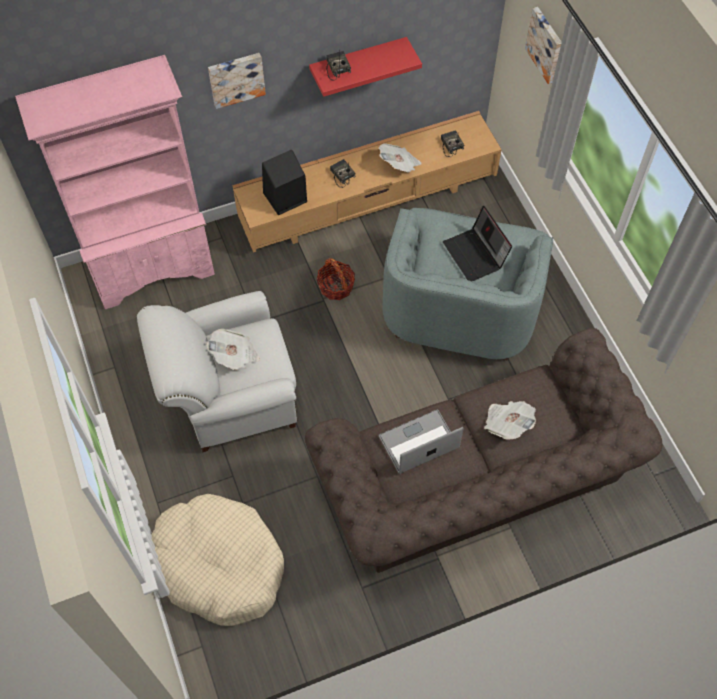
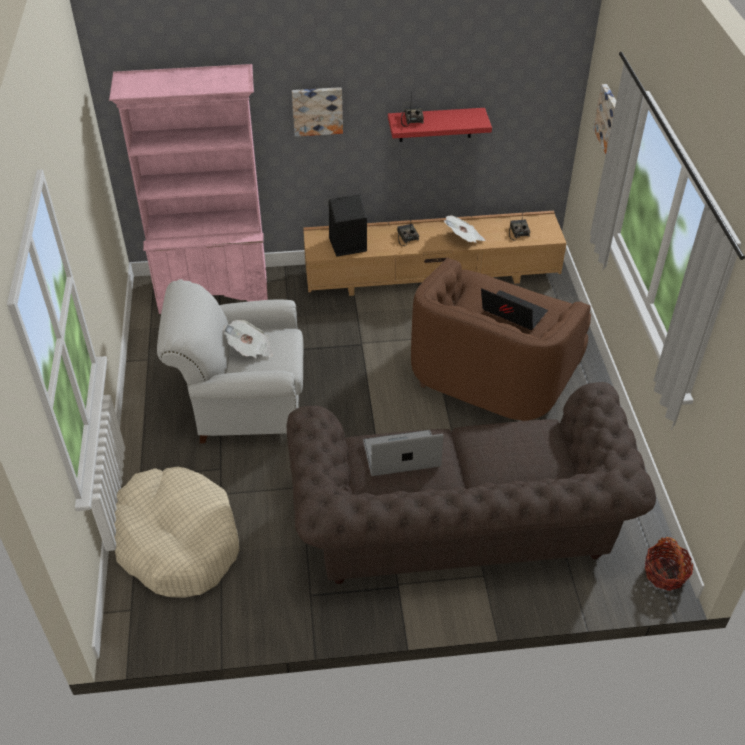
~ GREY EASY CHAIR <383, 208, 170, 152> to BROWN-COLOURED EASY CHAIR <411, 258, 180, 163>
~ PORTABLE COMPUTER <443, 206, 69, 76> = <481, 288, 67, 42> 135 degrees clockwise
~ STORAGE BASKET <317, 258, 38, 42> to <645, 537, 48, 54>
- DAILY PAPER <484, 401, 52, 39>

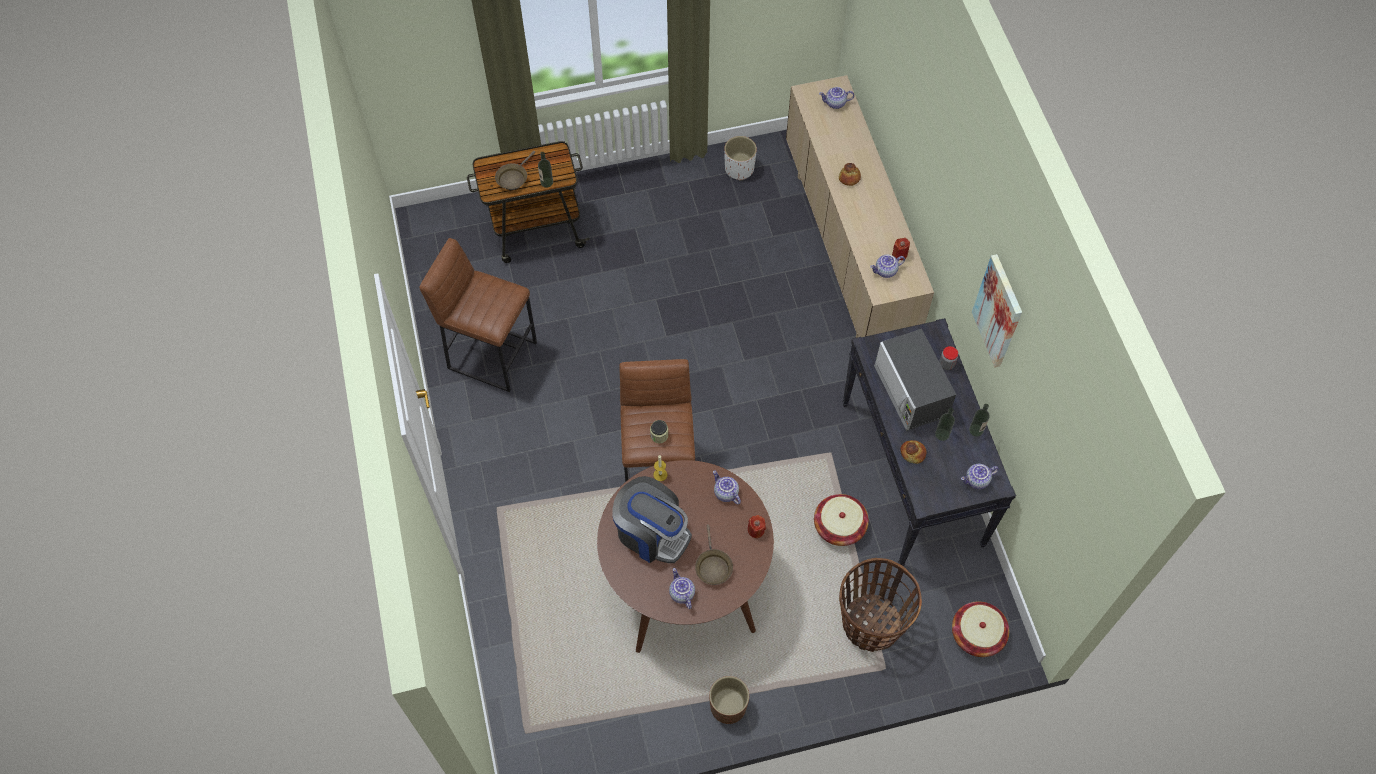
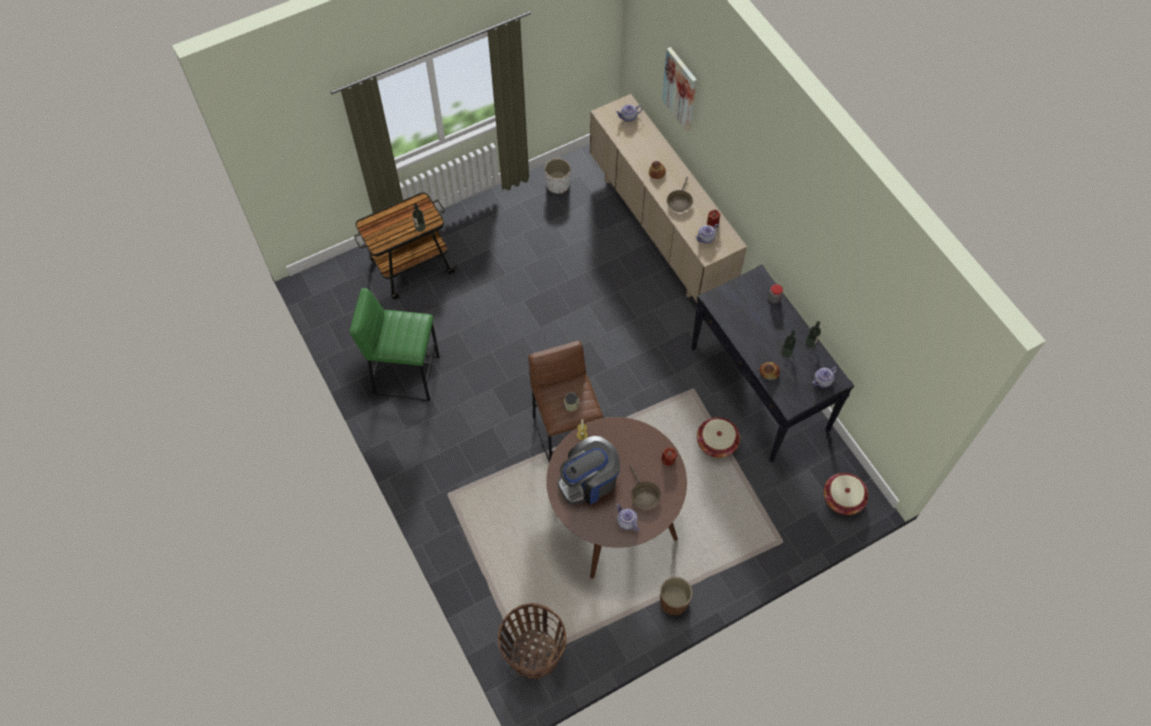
~ BROWN-COLOURED SITTING STOOL <419, 238, 118, 154> to GREEN-COLOURED SITTING STOOL <350, 288, 89, 113>
~ STORAGE BASKET <839, 558, 83, 94> to <498, 603, 68, 76>
~ COFFEE MAKER <612, 476, 80, 87> = <557, 436, 63, 69> 135 degrees clockwise
~ WALL ART <972, 254, 50, 114> to <662, 47, 35, 85>
~ BROWN-COLOURED PAN <495, 151, 40, 39> to <667, 177, 26, 35>
- TEA POT <713, 470, 28, 34>
- KITCHEN MICROWAVE <874, 329, 82, 102>

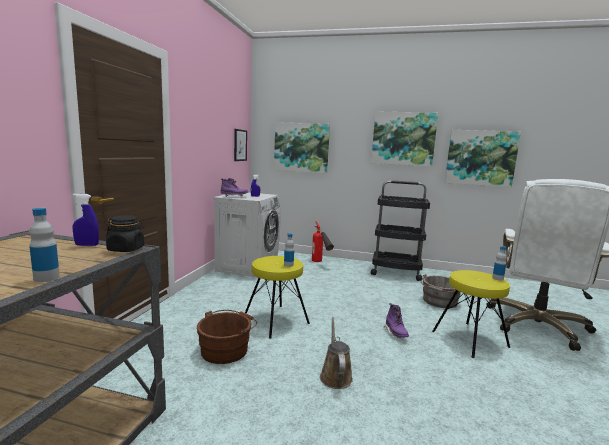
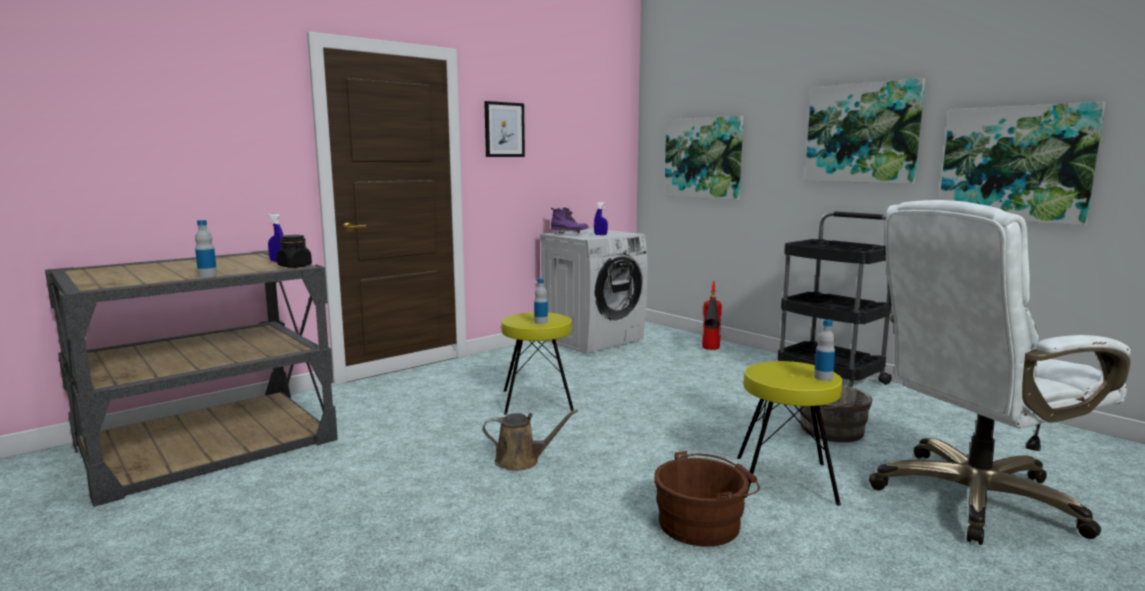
~ BROWN-COLOURED WATERING POT <320, 317, 33, 72> = <483, 409, 95, 62> 60 degrees clockwise
~ WALL ART <234, 129, 13, 32> to <484, 101, 41, 56>
~ BROWN-COLOURED PAIL <197, 310, 60, 54> to <654, 451, 106, 96>
- PURPLISH TALL BOOT <384, 303, 25, 35>

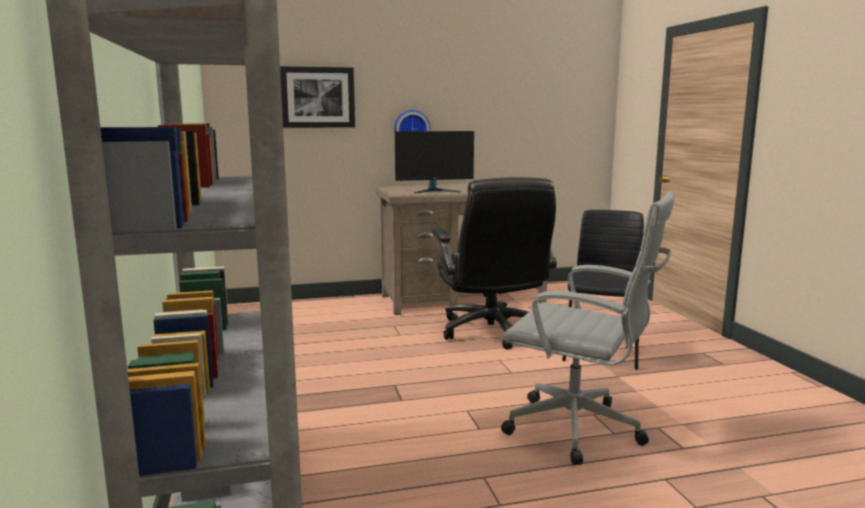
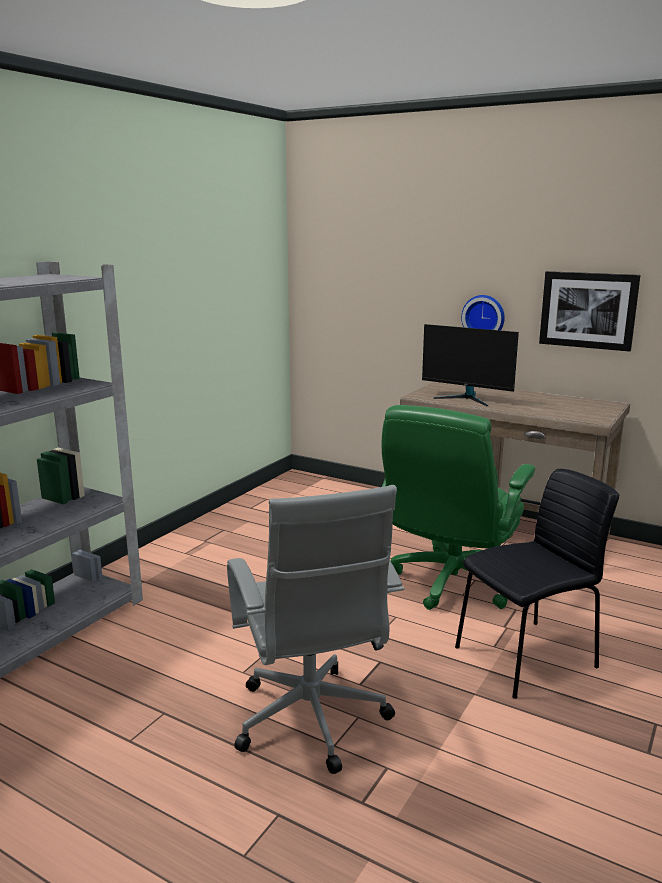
~ BLACKISH DESK CHAIR <432, 177, 125, 173> to GREEN-COLOURED DESK CHAIR <382, 405, 153, 205>
~ WALL ART <280, 66, 75, 62> to <539, 271, 102, 81>

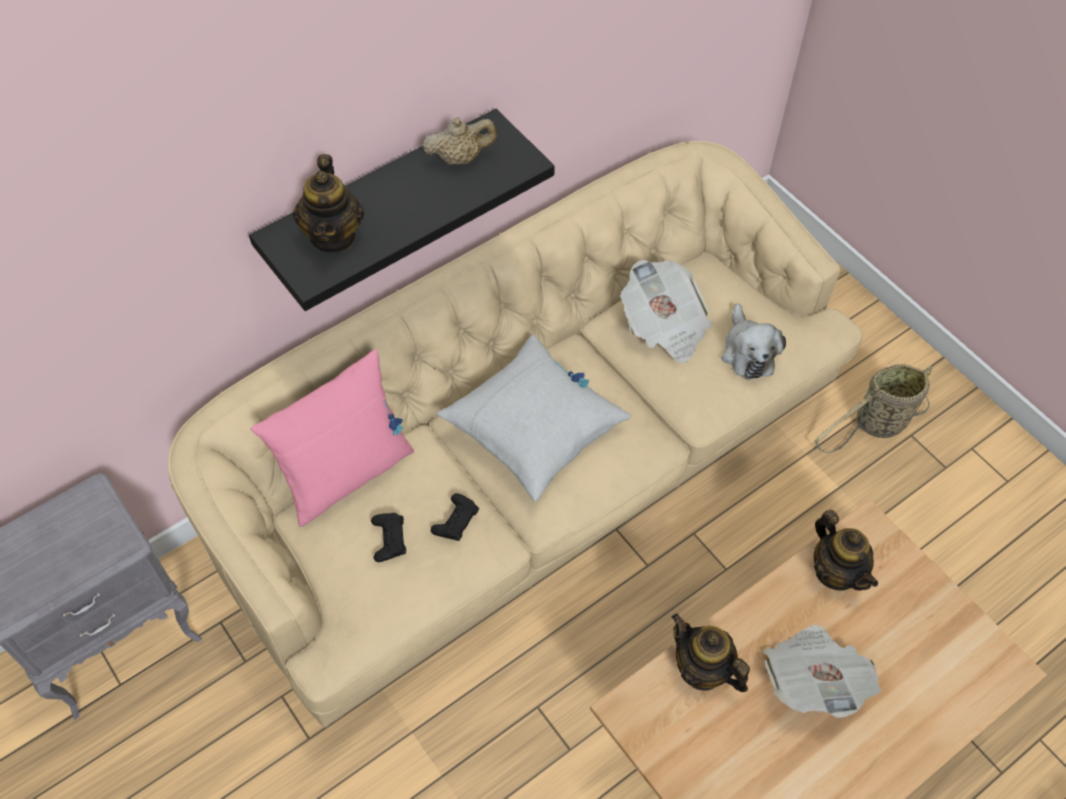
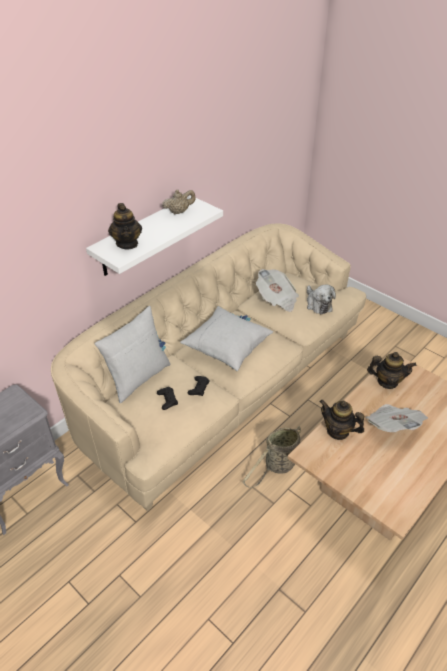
~ BLACKISH WALL SHELF <249, 109, 306, 202> to WHITISH WALL SHELF <86, 195, 137, 81>
~ PINK PILLOW <251, 349, 163, 178> to GREY PILLOW <95, 306, 75, 97>
~ STORAGE BASKET <814, 364, 118, 89> to <242, 426, 59, 62>
~ TEA POT <813, 510, 65, 81> = <367, 352, 50, 37> 45 degrees counterclockwise

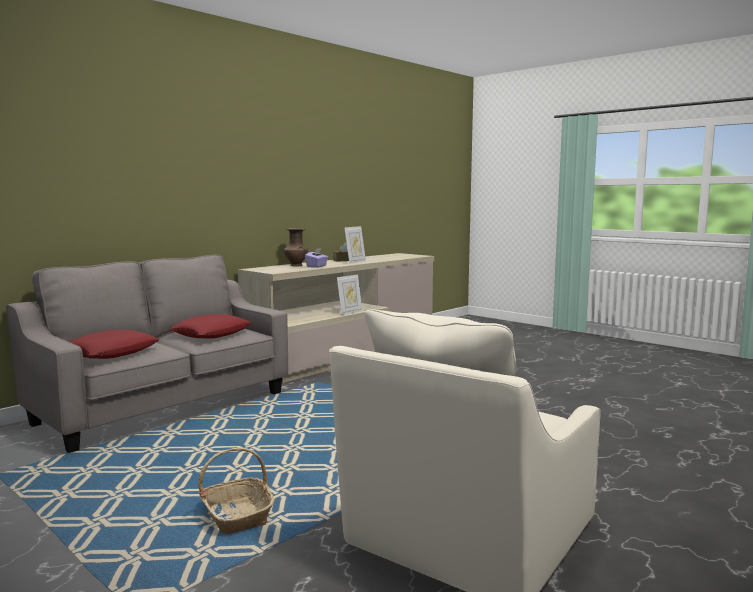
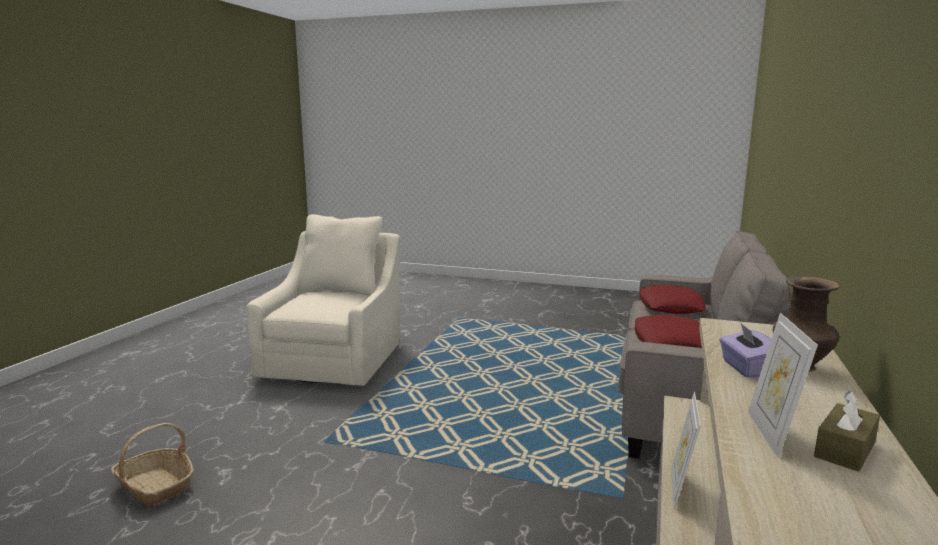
~ STORAGE BASKET <198, 448, 76, 86> to <111, 423, 83, 83>

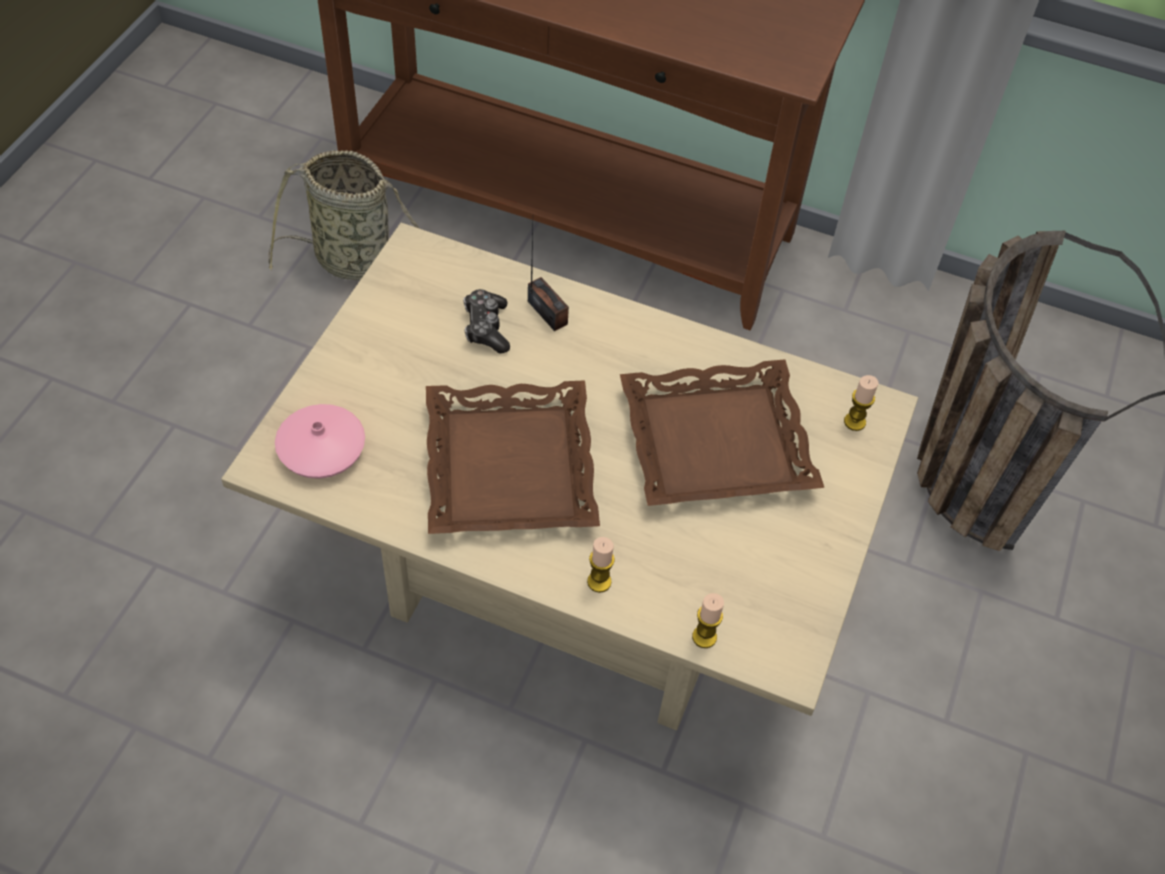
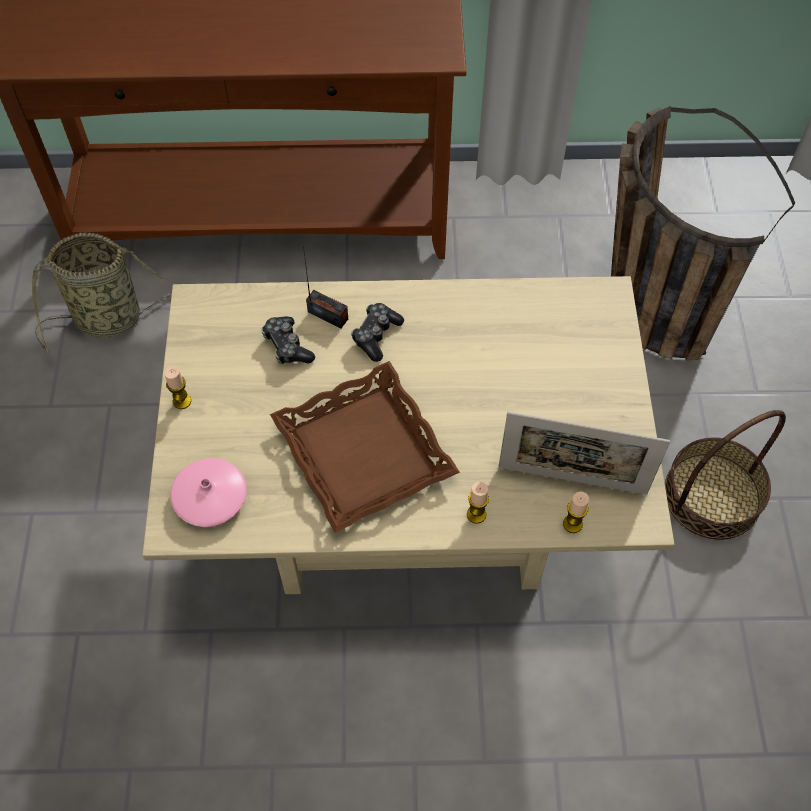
~ WAX LIGHT <844, 375, 34, 56> to <164, 366, 27, 43>
+ GAME CONTROLLER <351, 303, 53, 59>
+ STANDING FRAME <498, 411, 172, 84>
+ STORAGE BASKET <665, 410, 121, 130>
- BROWN-COLOURED SERVING TRAY <620, 359, 204, 147>

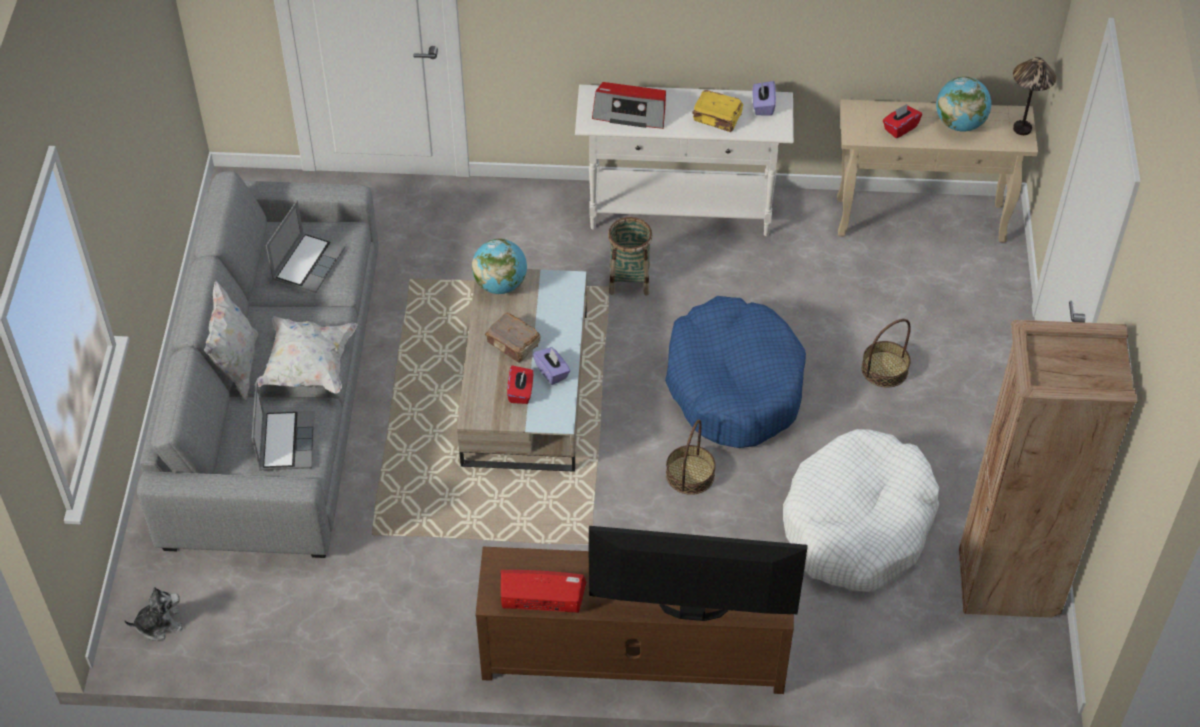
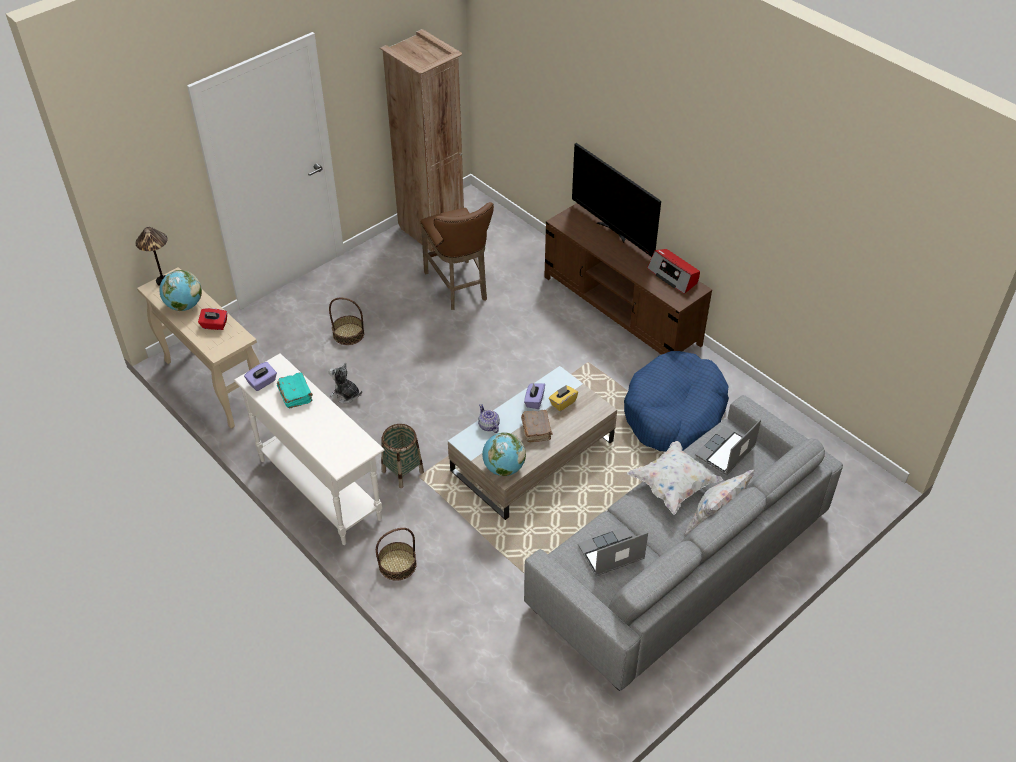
~ YELLOWISH VOLUME <692, 90, 51, 42> to TURQUOISE-COLOURED VOLUME <277, 372, 36, 36>
~ PLUSH TOY <124, 587, 59, 53> to <329, 363, 33, 41>
~ STORAGE BASKET <666, 419, 50, 76> to <376, 528, 41, 53>
~ WHITISH DOG CUSHION <783, 429, 156, 163> to BROWN-COLOURED SITTING STOOL <420, 202, 74, 108>
+ TEA POT <478, 404, 22, 29>
~ RED BOX OF TISSUES <507, 365, 26, 39> to YELLOWISH BOX OF TISSUES <549, 386, 29, 25>
~ BLUISH DOG CUSHION <665, 296, 141, 152> to <624, 351, 105, 101>
- RADIO RECEIVER <592, 82, 74, 47>

